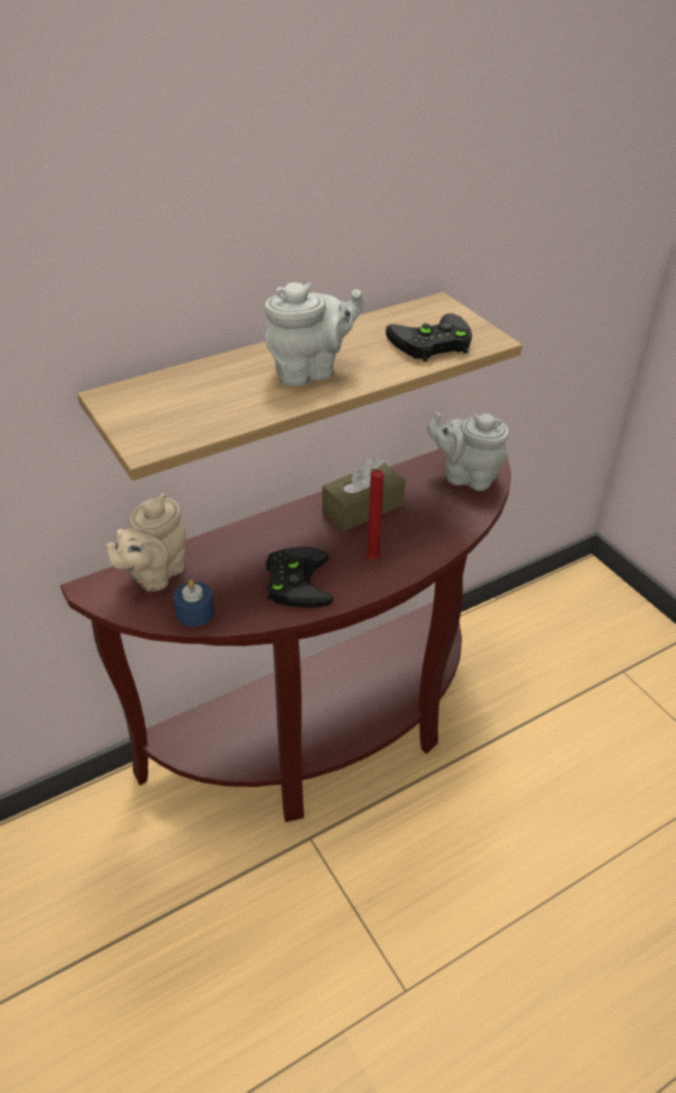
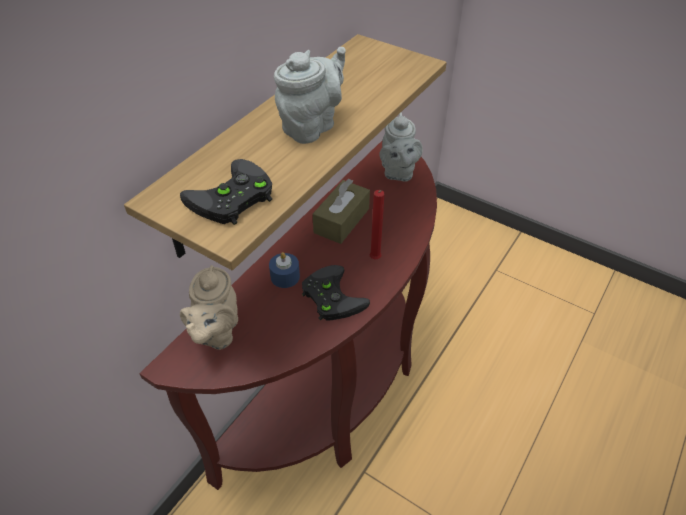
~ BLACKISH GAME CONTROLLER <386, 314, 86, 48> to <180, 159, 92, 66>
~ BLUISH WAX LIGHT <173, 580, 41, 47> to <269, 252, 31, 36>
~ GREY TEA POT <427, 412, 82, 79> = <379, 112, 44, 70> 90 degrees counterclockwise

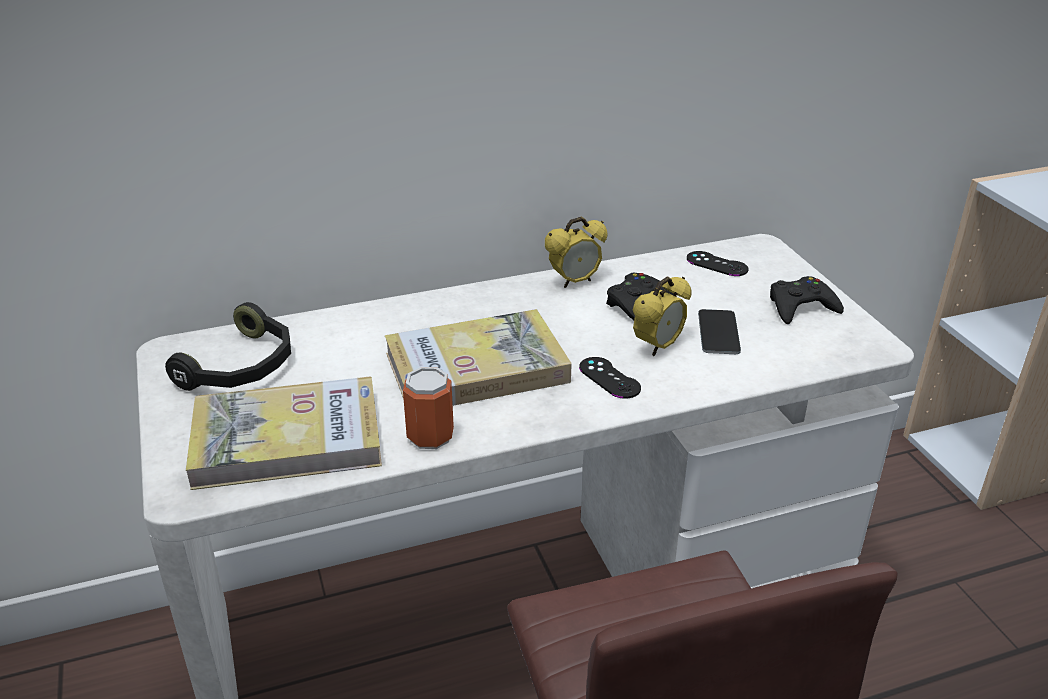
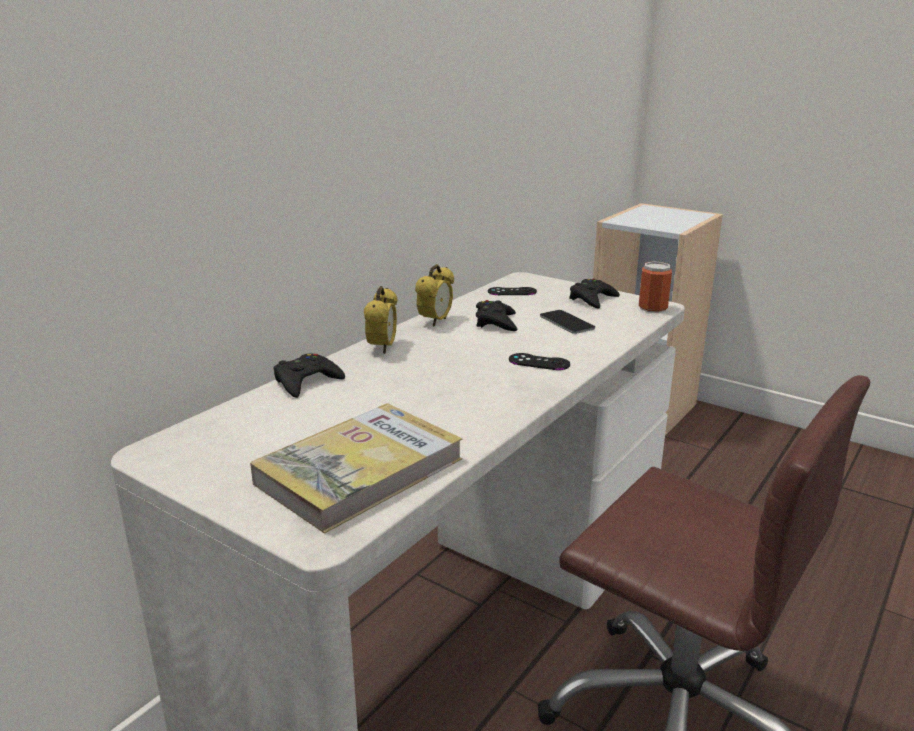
+ BLACKISH GAME CONTROLLER <273, 353, 72, 45>
~ ALARM CLOCK <633, 277, 59, 79> to <364, 286, 34, 68>
~ SEALED CAN <403, 367, 51, 82> to <639, 261, 33, 52>
- BLACKISH HEADSET <165, 302, 126, 89>
- VOLUME <385, 309, 187, 97>

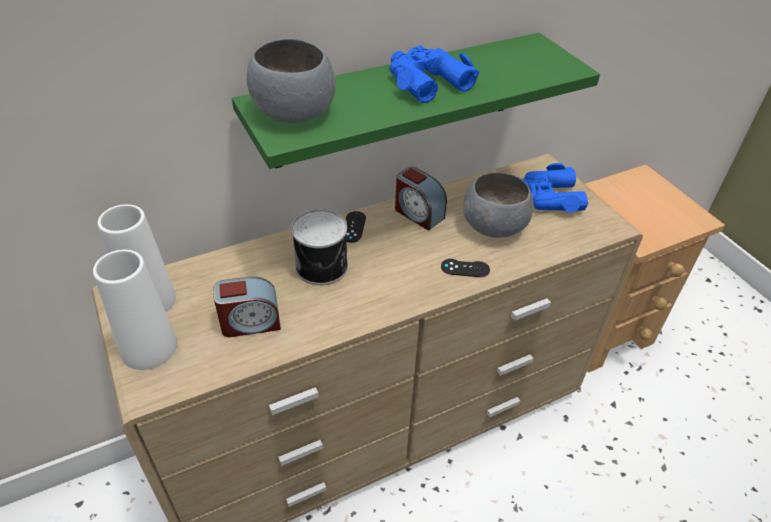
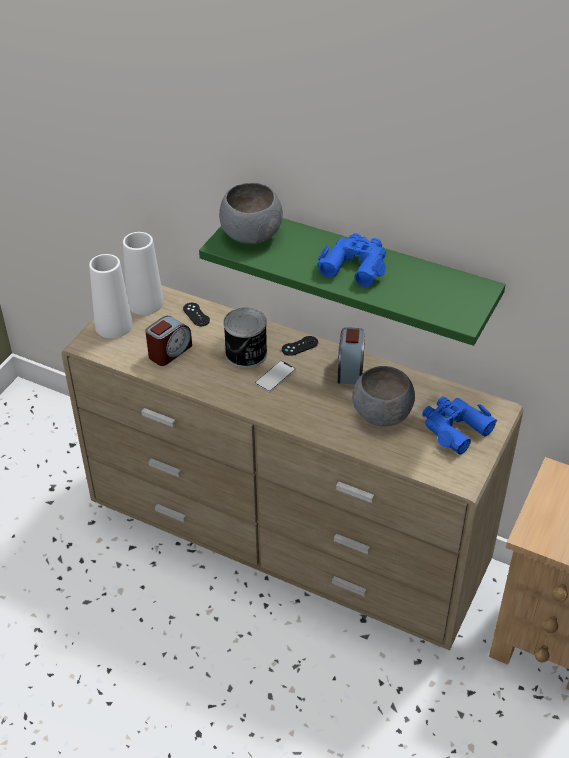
~ ALARM CLOCK <214, 277, 67, 60> = <145, 316, 47, 50> 90 degrees counterclockwise
~ BLACKISH GAME CONTROLLER <441, 259, 49, 18> to <183, 303, 27, 23>
+ HANDSET <254, 361, 42, 31>

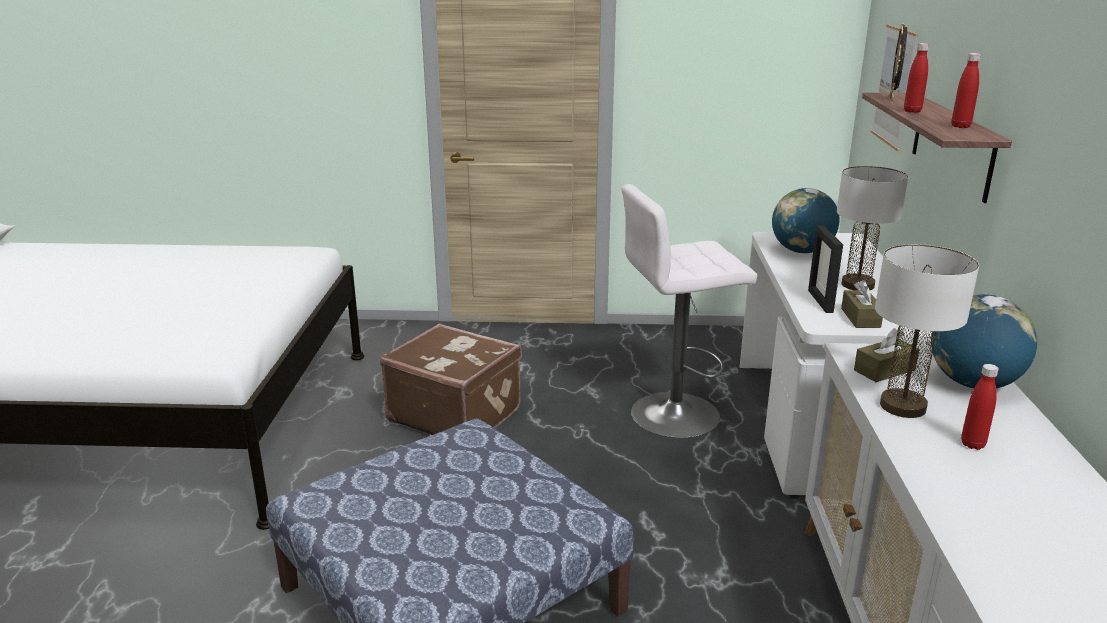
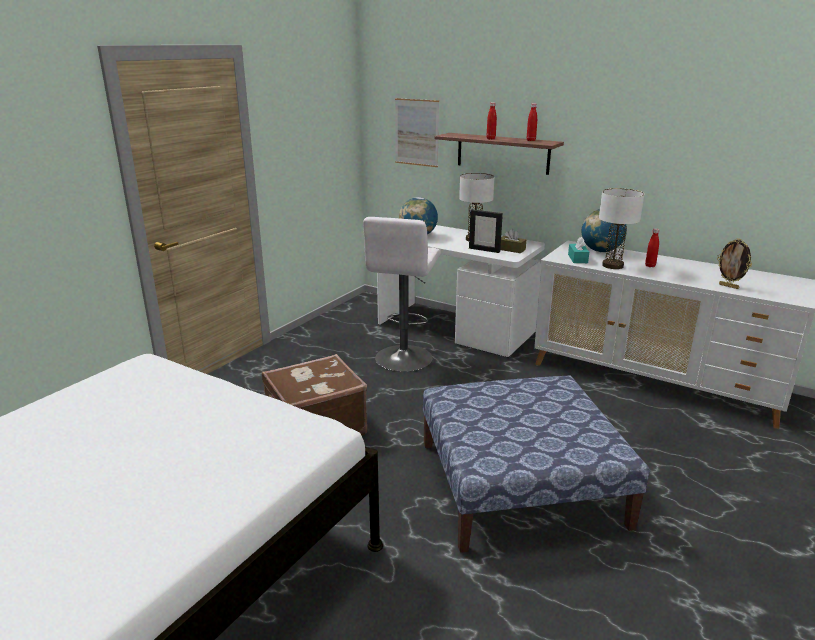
~ BROWN-COLOURED BOX OF TISSUES <854, 328, 65, 54> to TURQUOISE-COLOURED BOX OF TISSUES <568, 236, 21, 27>
~ STANDING FRAME <890, 22, 17, 79> to <717, 238, 35, 51>

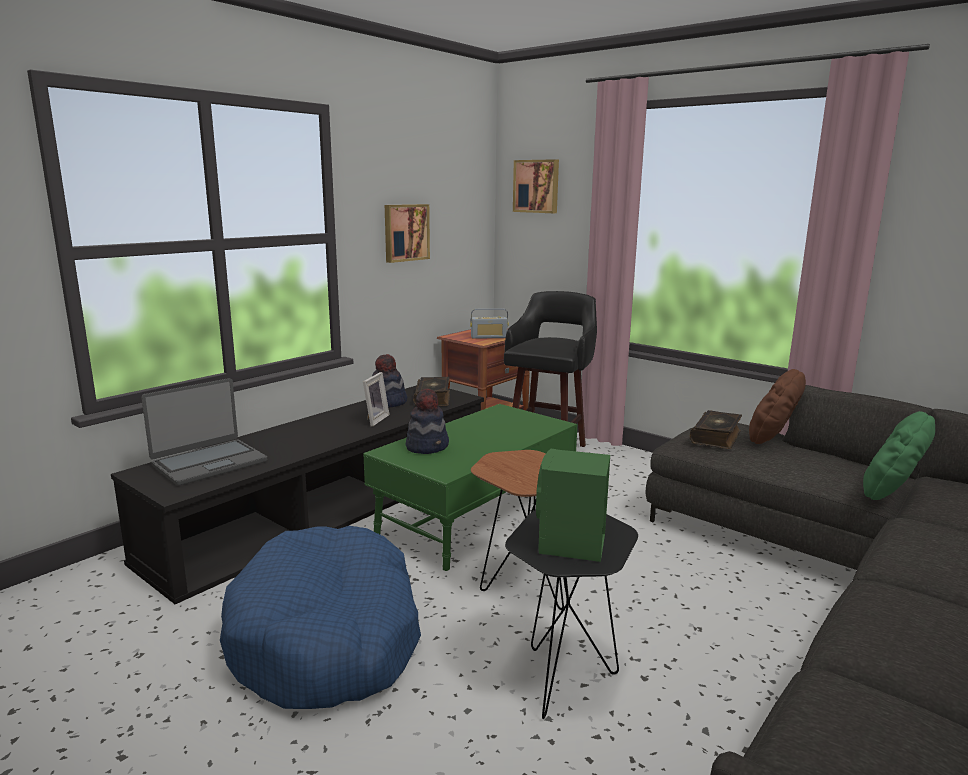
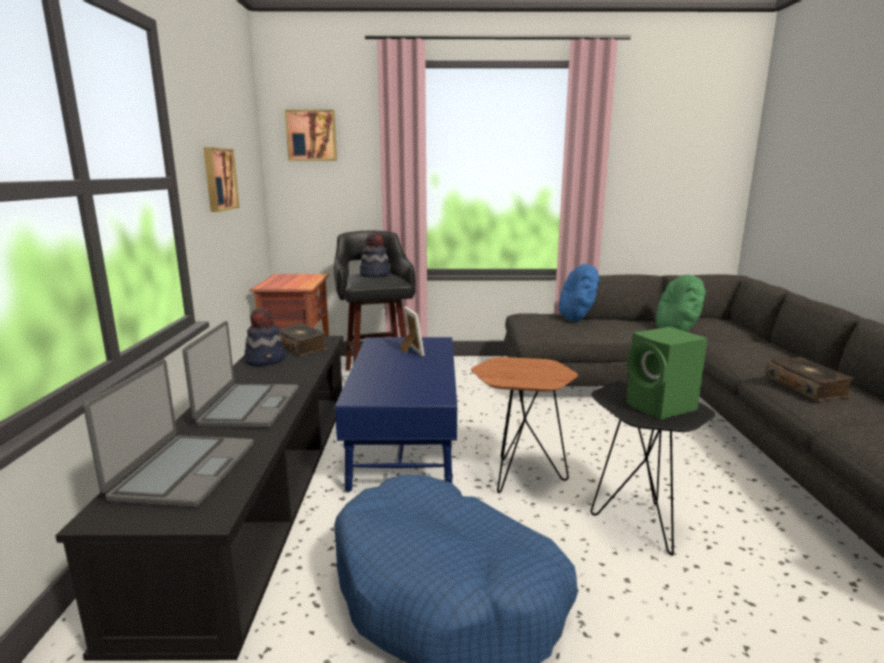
+ PORTABLE COMPUTER <183, 321, 116, 107>
~ GREEN-COLOURED COFFEE TABLE <363, 404, 215, 167> to BLUISH COFFEE TABLE <335, 337, 122, 155>
~ WEARABLE HAT <406, 389, 43, 65> to <360, 232, 30, 45>
~ STANDING FRAME <363, 372, 27, 54> to <401, 306, 24, 51>
~ BROWN-COLOURED PILLOW <749, 369, 57, 75> to BLUISH PILLOW <559, 264, 40, 58>
~ VOLUME <690, 410, 52, 39> to <766, 357, 88, 44>
- RADIO RECEIVER <470, 308, 39, 31>

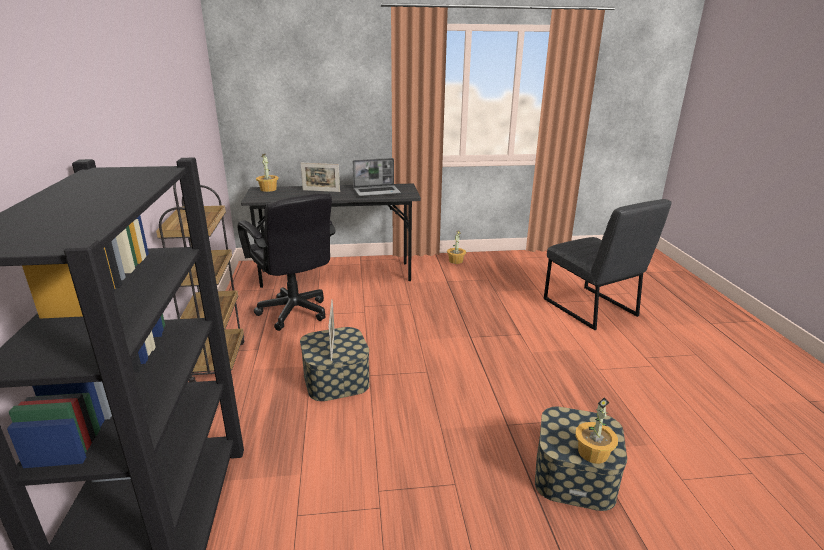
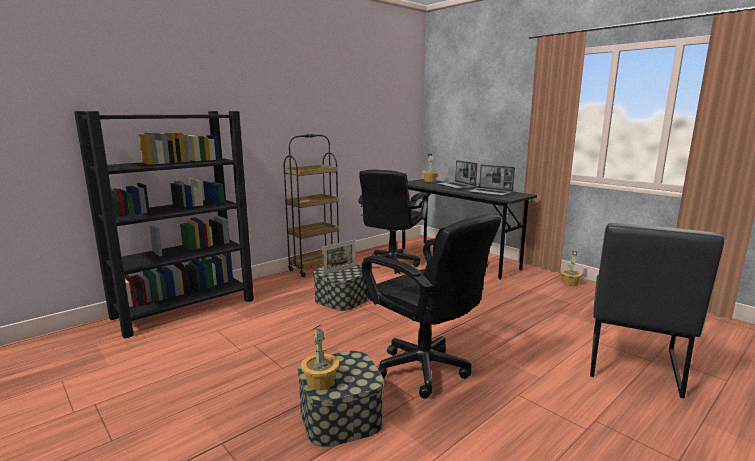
+ BLACKISH DESK CHAIR <361, 214, 141, 185>
~ STANDING FRAME <301, 163, 39, 29> to PORTABLE COMPUTER <437, 160, 41, 29>

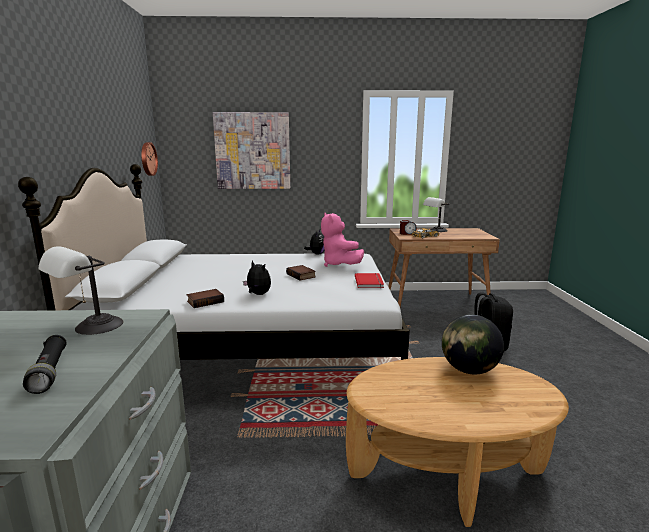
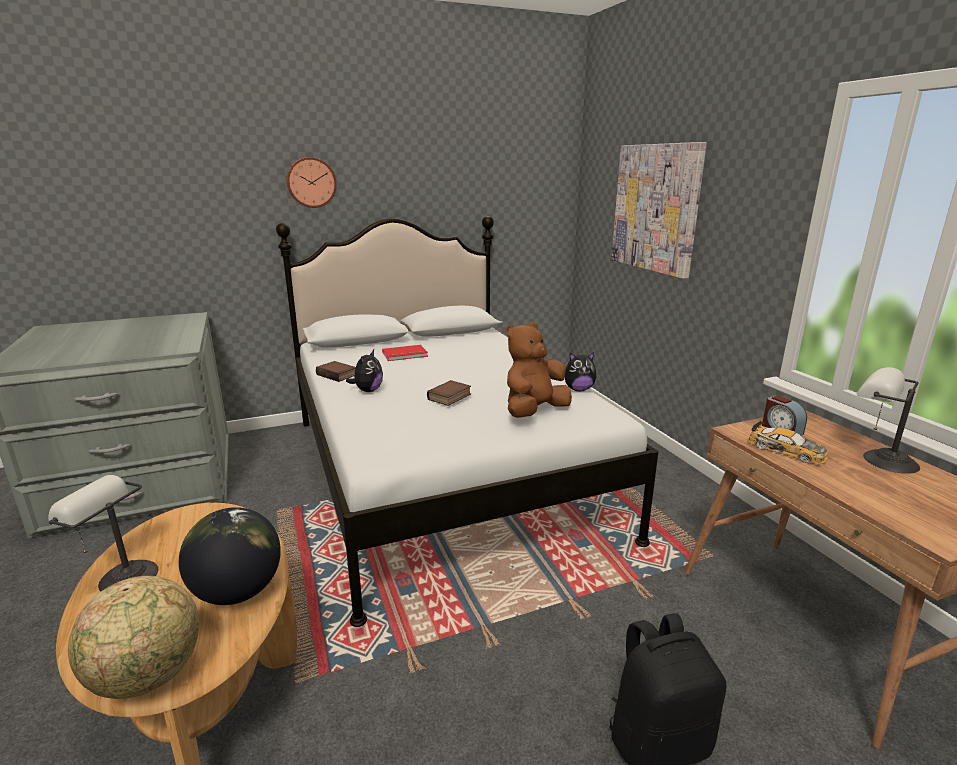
~ LAMP FOR A TABLE <38, 246, 86, 89> to <49, 475, 109, 117>
+ GLOBE <68, 576, 131, 123>
~ WALL CLOCK <141, 142, 17, 34> to <286, 157, 51, 51>
~ RED VOLUME <355, 273, 29, 15> to <382, 345, 46, 16>
~ PINK PLUSH TOY <321, 213, 43, 54> to BROWN-COLOURED PLUSH TOY <506, 322, 66, 96>
- BLACKISH TORCH <23, 335, 44, 59>

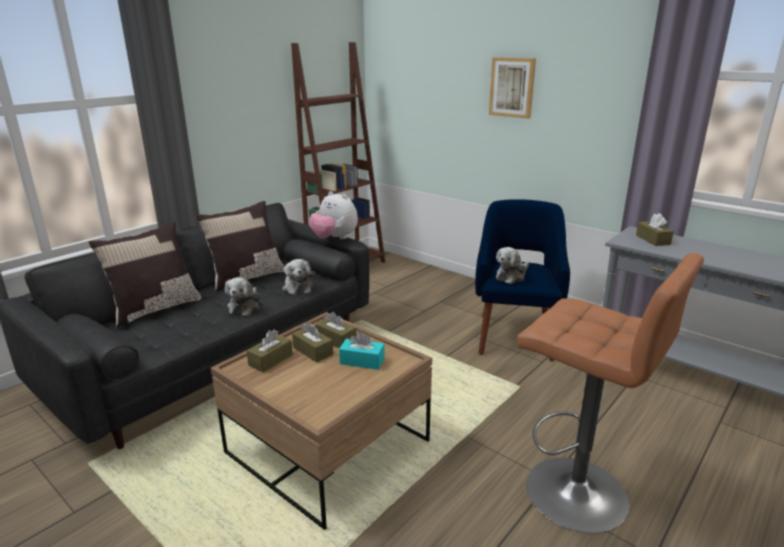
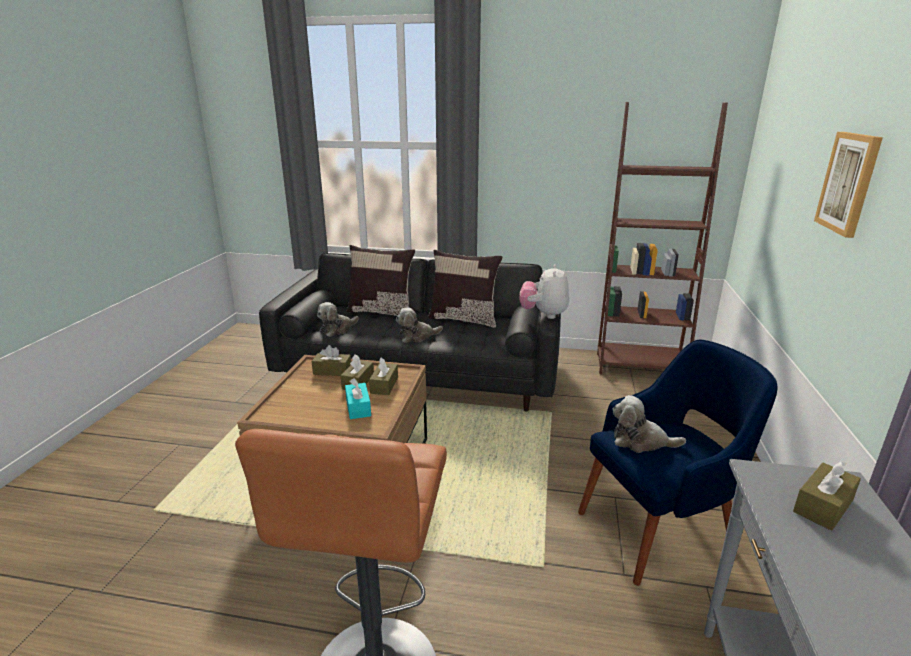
~ PLUSH TOY <282, 259, 33, 36> to <317, 302, 42, 35>

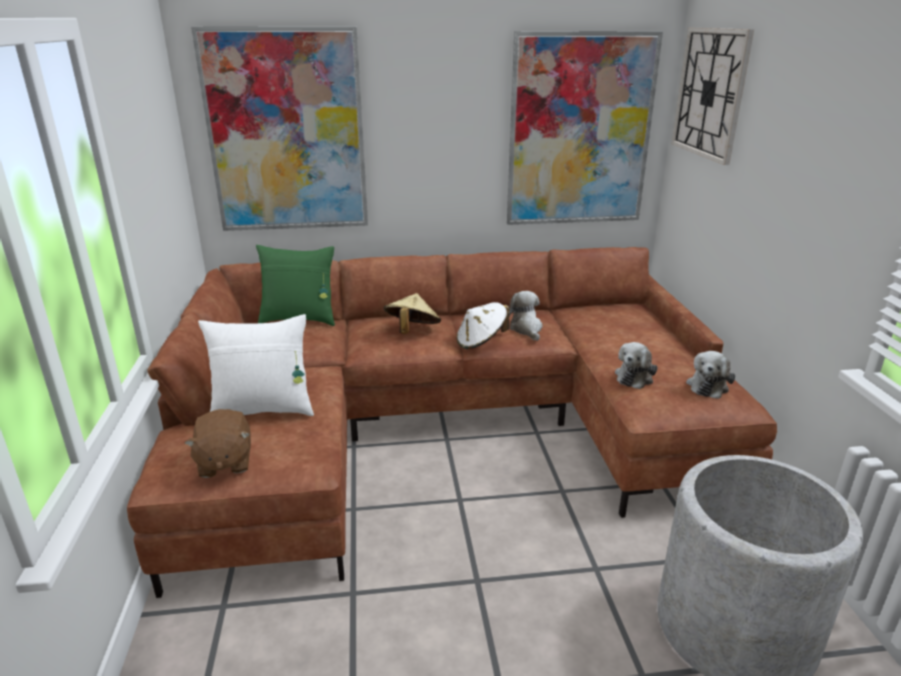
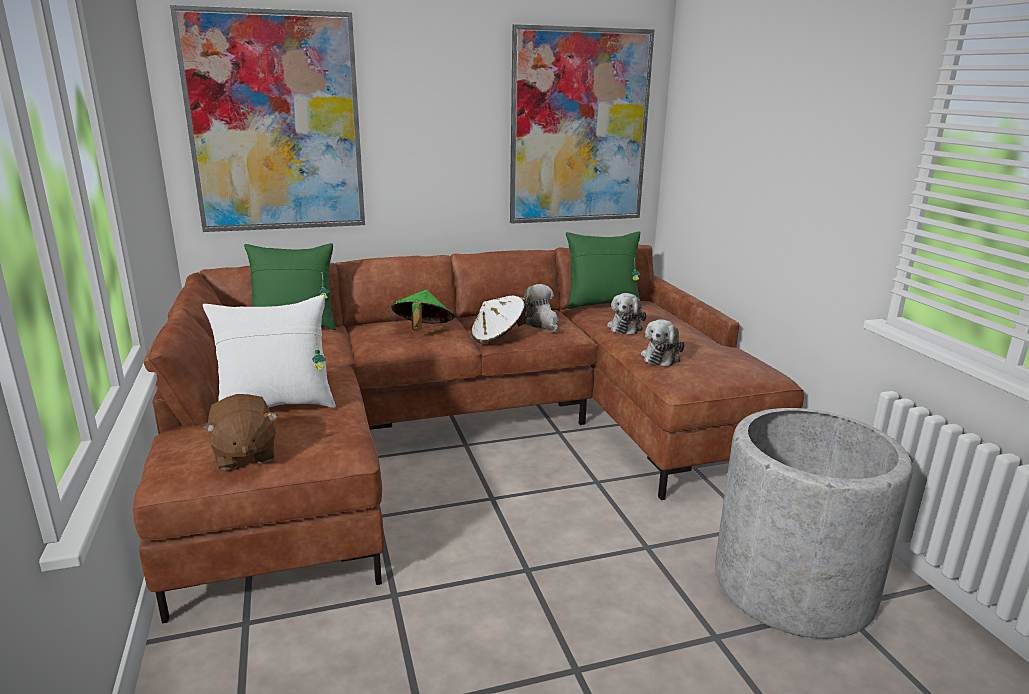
~ SAND-COLOURED WEARABLE HAT <383, 293, 58, 41> to GREEN-COLOURED WEARABLE HAT <391, 290, 63, 41>
+ GREEN-COLOURED PILLOW <566, 231, 74, 78>
~ PLUSH TOY <686, 351, 49, 48> to <607, 293, 40, 42>
- WALL CLOCK <672, 28, 82, 137>

